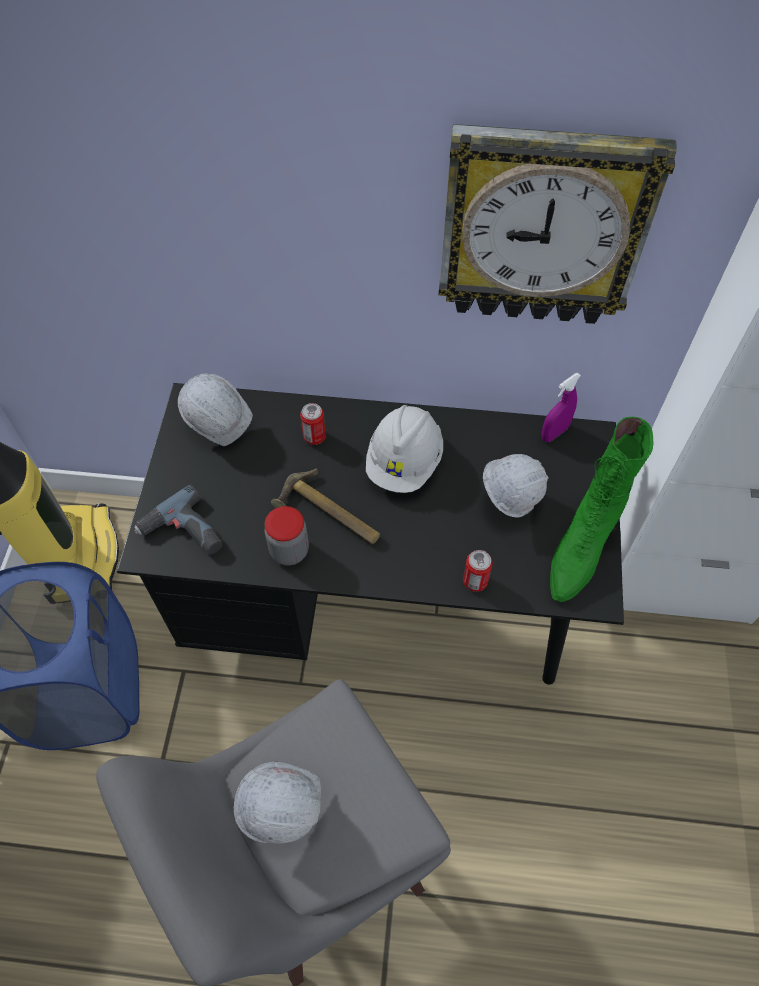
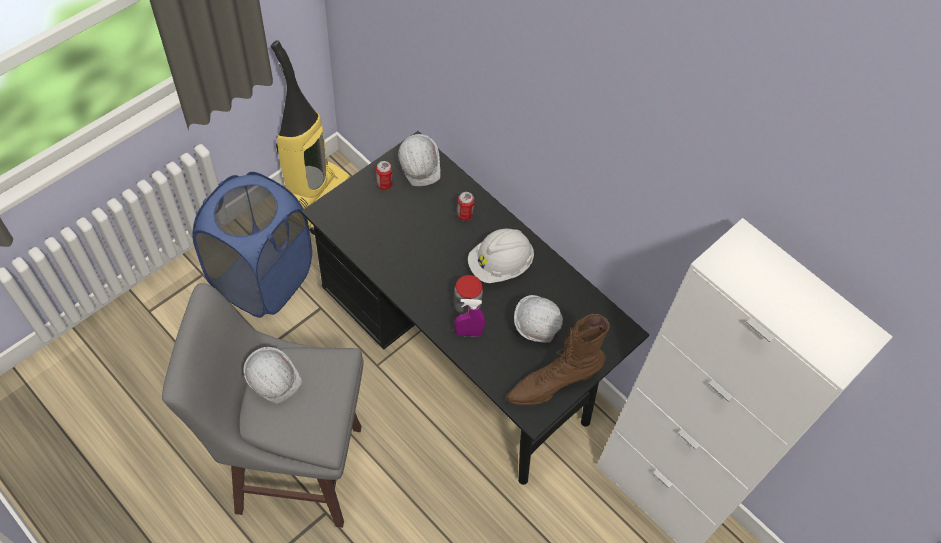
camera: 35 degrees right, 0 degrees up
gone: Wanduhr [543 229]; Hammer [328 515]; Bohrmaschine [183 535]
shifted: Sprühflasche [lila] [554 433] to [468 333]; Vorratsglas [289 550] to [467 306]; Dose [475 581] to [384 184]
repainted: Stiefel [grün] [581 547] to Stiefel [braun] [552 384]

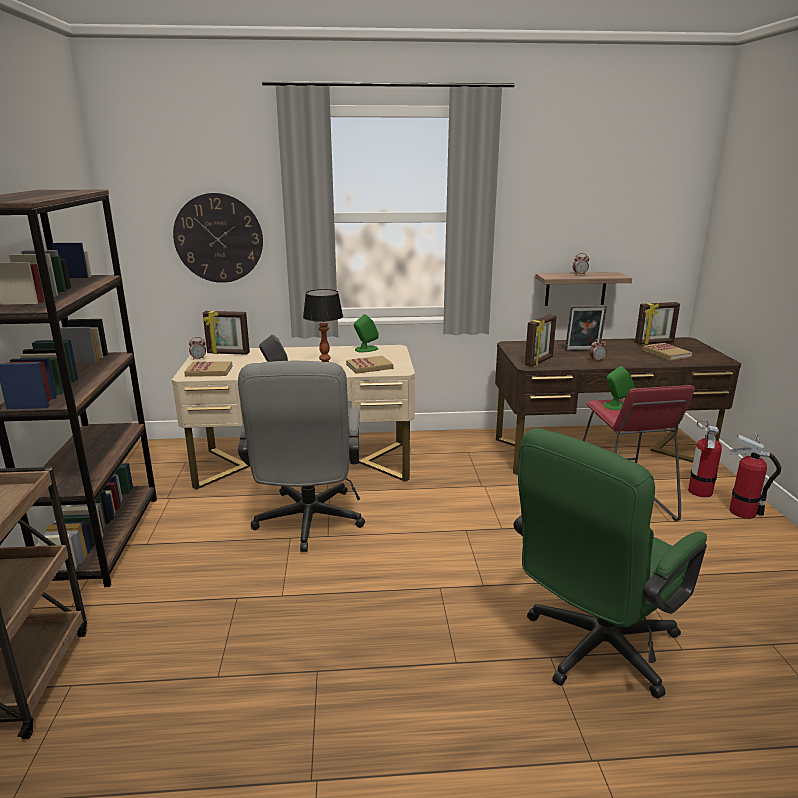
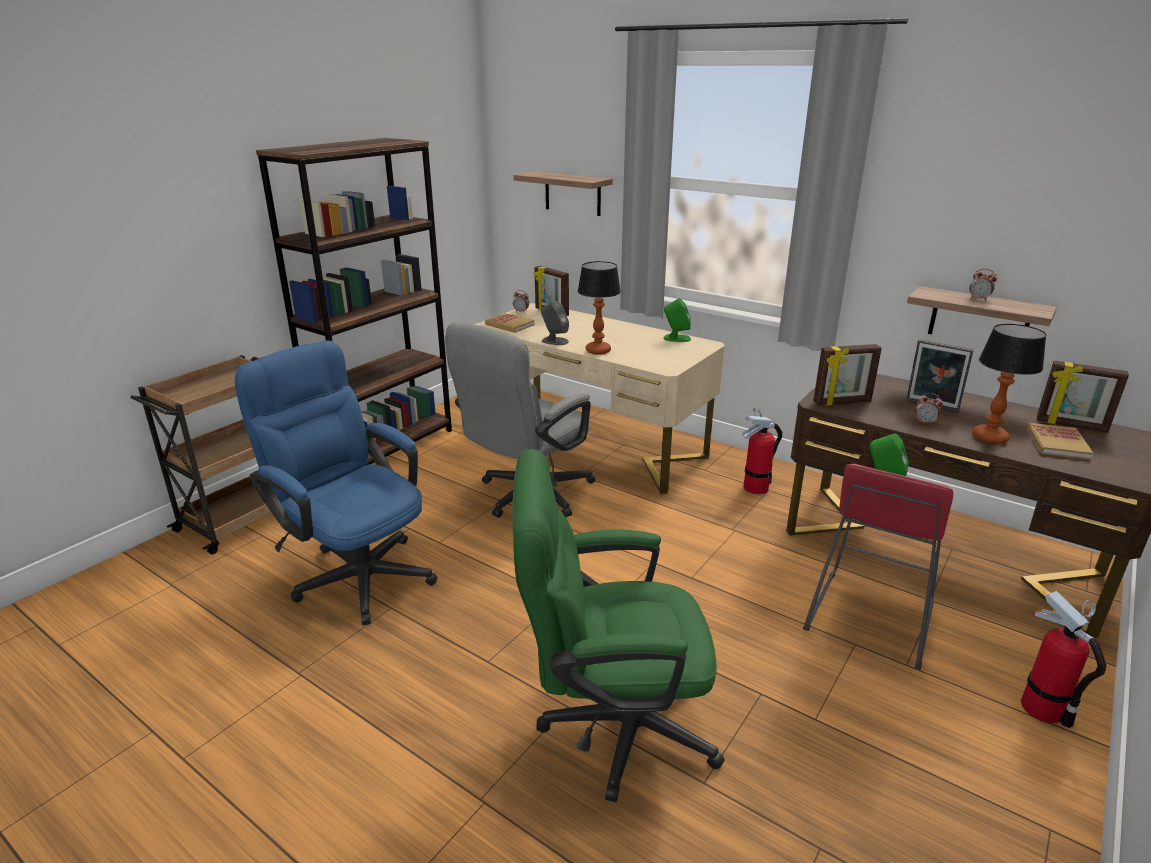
camera: 40 degrees right, 5 degrees up
gone: Buch [369 366]
new: Tischlampe [988 437]; Bürostuhl [blau] [356 572]
shifted: Feuerlöscher [700 491] to [756 487]
swapped: Wanduhr [218 238] to Wandregal [572 193]

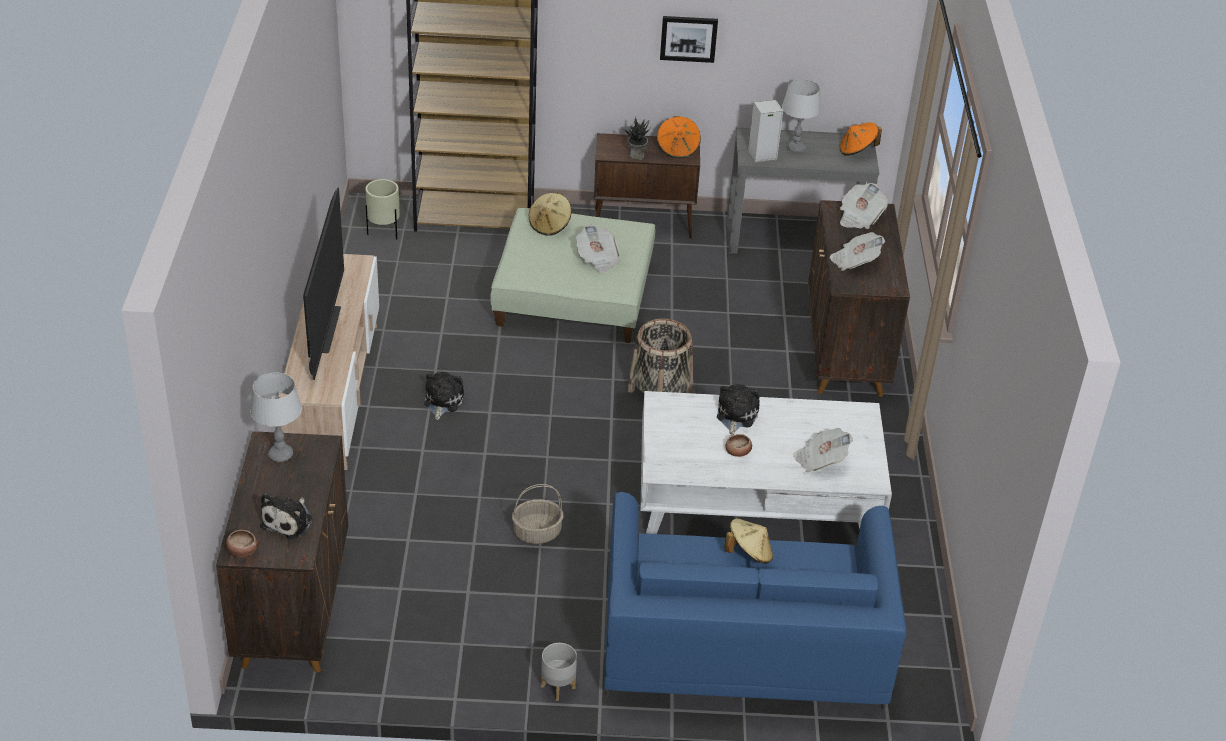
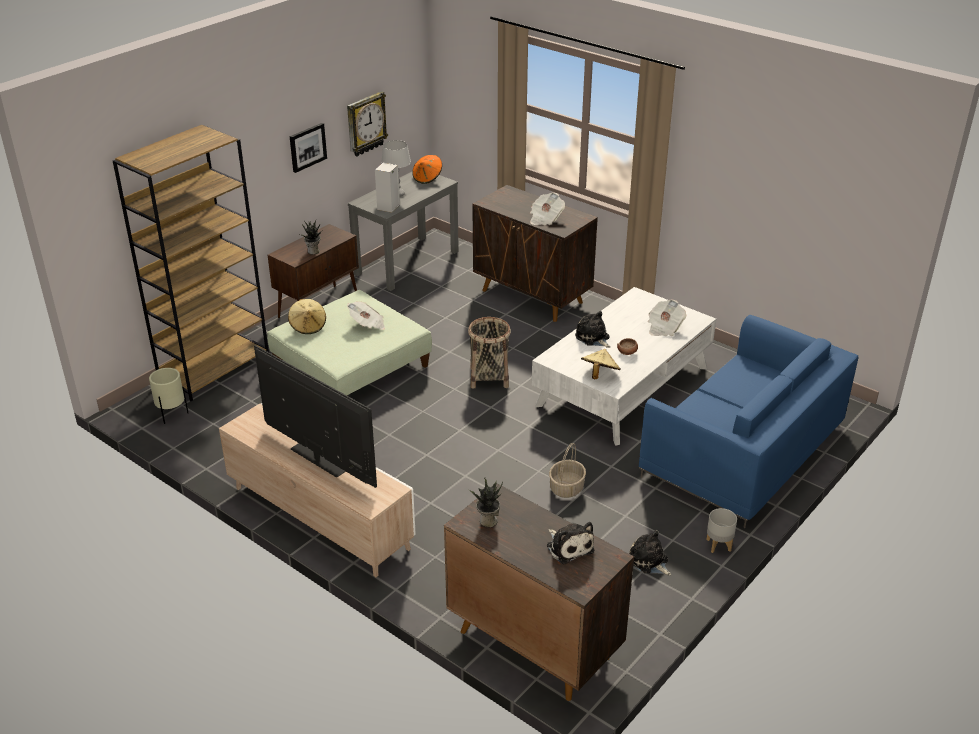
camera: 50 degrees left, 5 degrees down
gone: Hut [orange] [678 149]; Zeitung [859 217]; Schüssel [241 550]
new: Wanduhr [365 124]
shifted: Plüschtier [442 401] to [649 561]; Hut [beige] [749 553] to [599 374]
swapped: Tischlampe [grau] [280 455] to Topfpflanze [487 521]

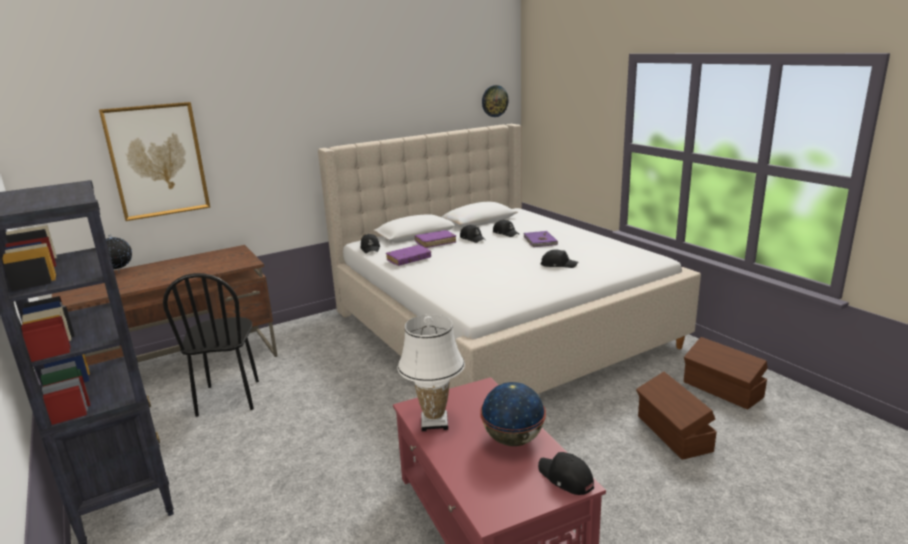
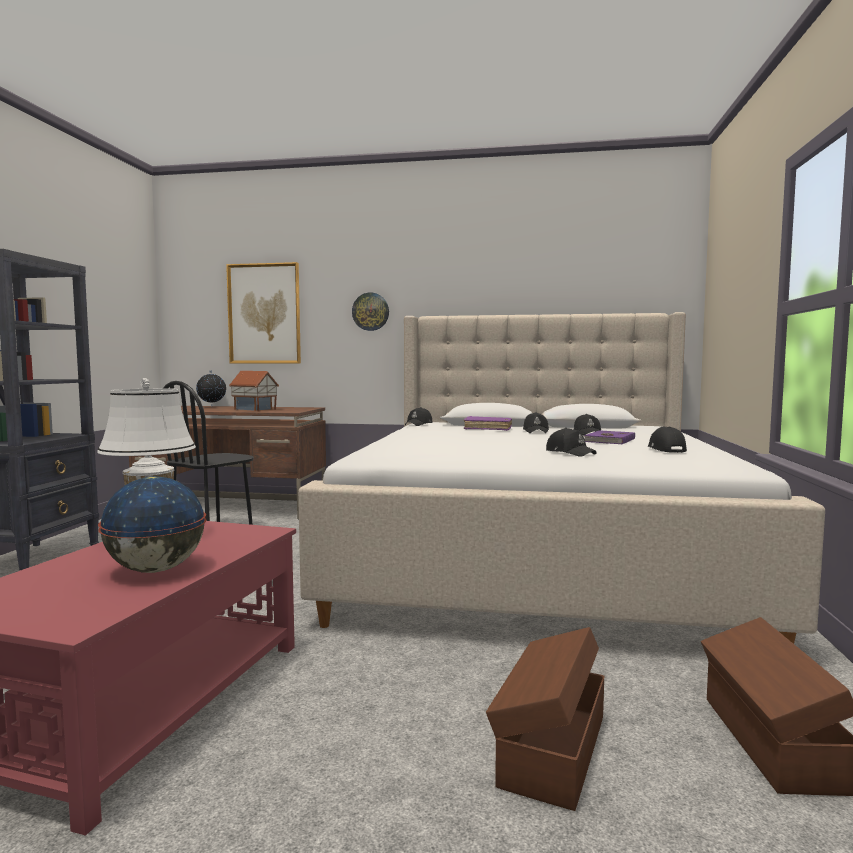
camera: 40 degrees right, 15 degrees down
gone: Buch [lila] [409 260]
new: Spielzeughaus [254 409]
shifted: Wanduhr [494 101] to [370 311]; Kappe [schwarz] [565 478] to [665 449]

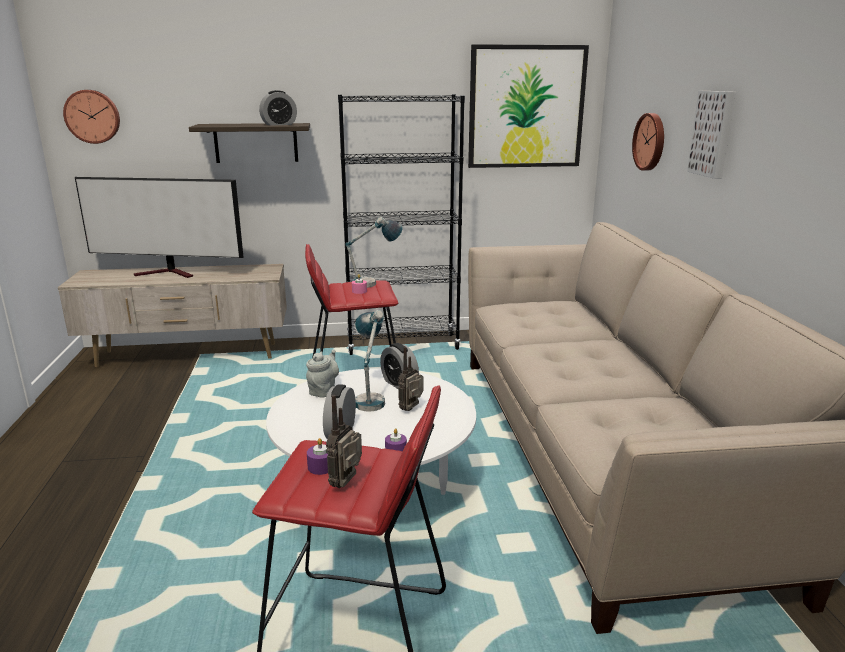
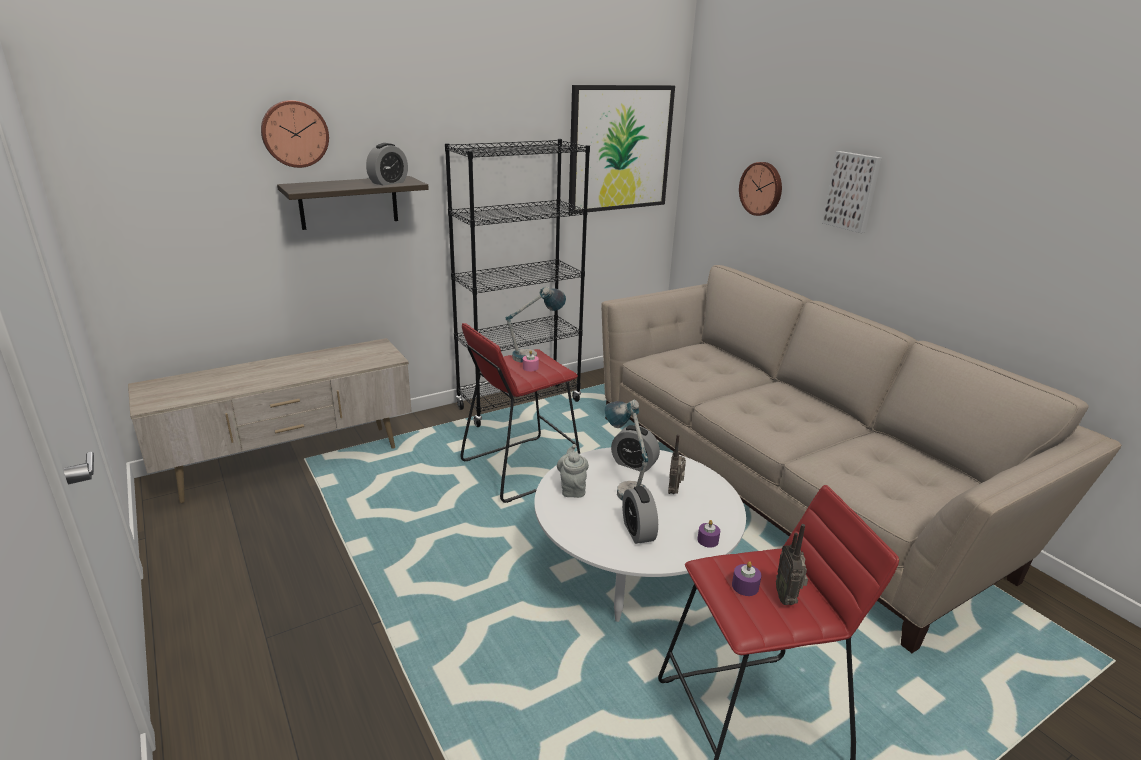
camera: 25 degrees left, 5 degrees up
gone: Fernseher [169 273]
shifted: Wanduhr [93 116] to [294 134]

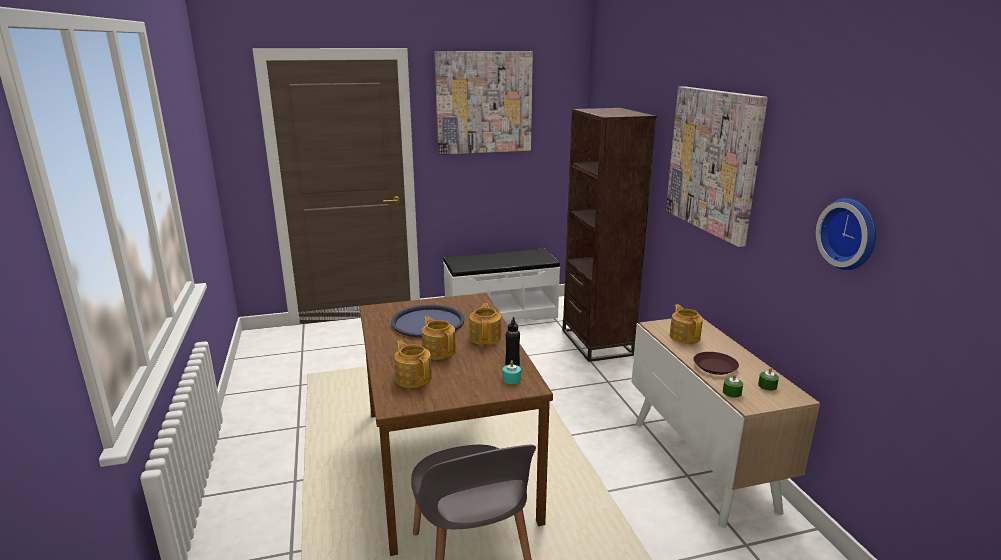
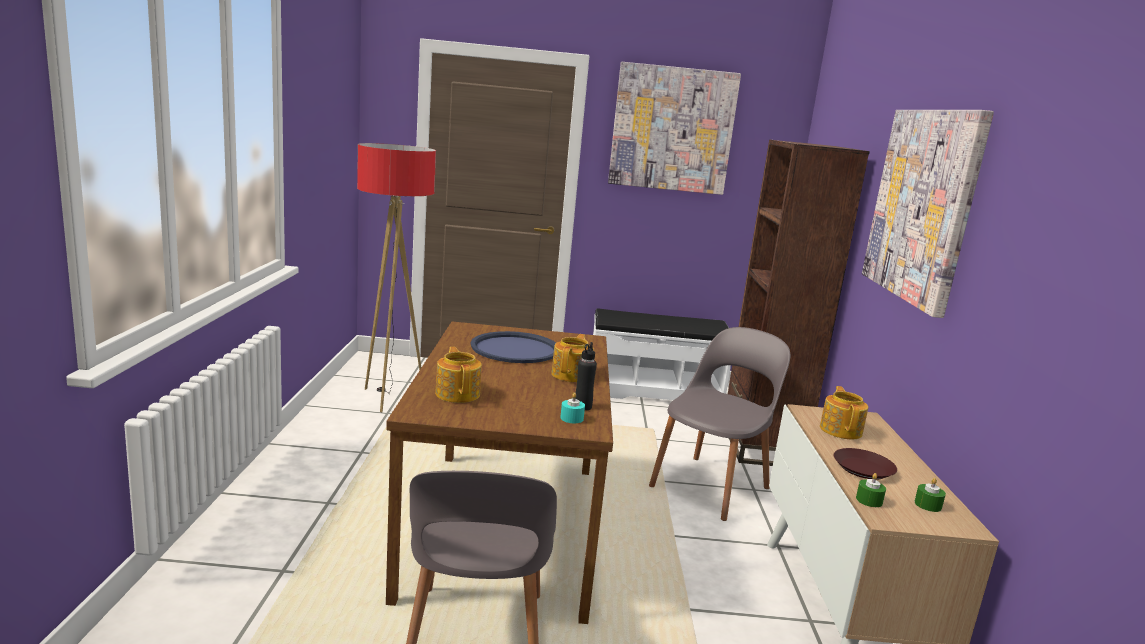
camera: 15 degrees right, 5 degrees down
gone: Wanduhr [850 233]; Teekanne [439 351]
new: Stehlampe [390 398]; Stuhl [grau] [711 486]

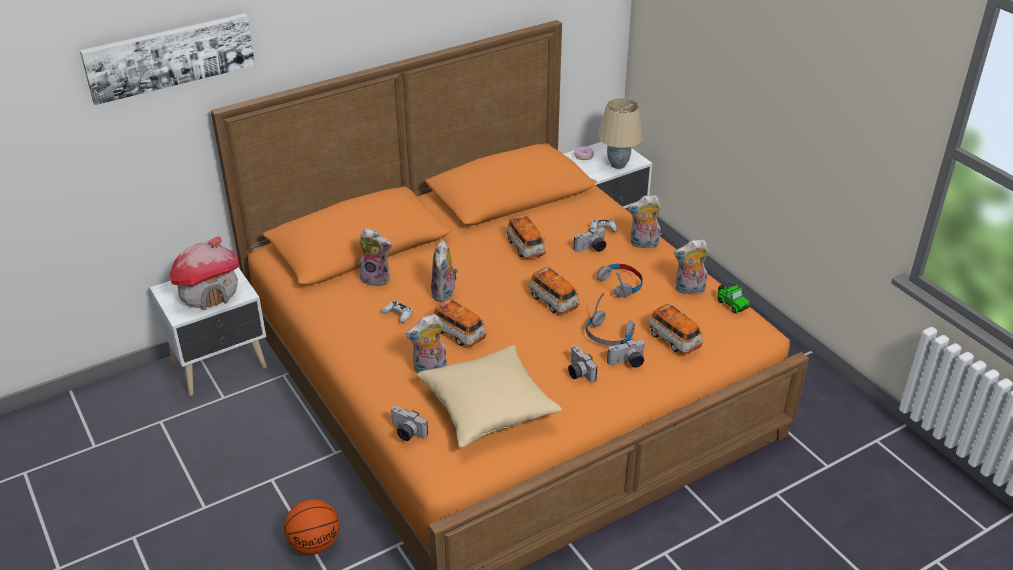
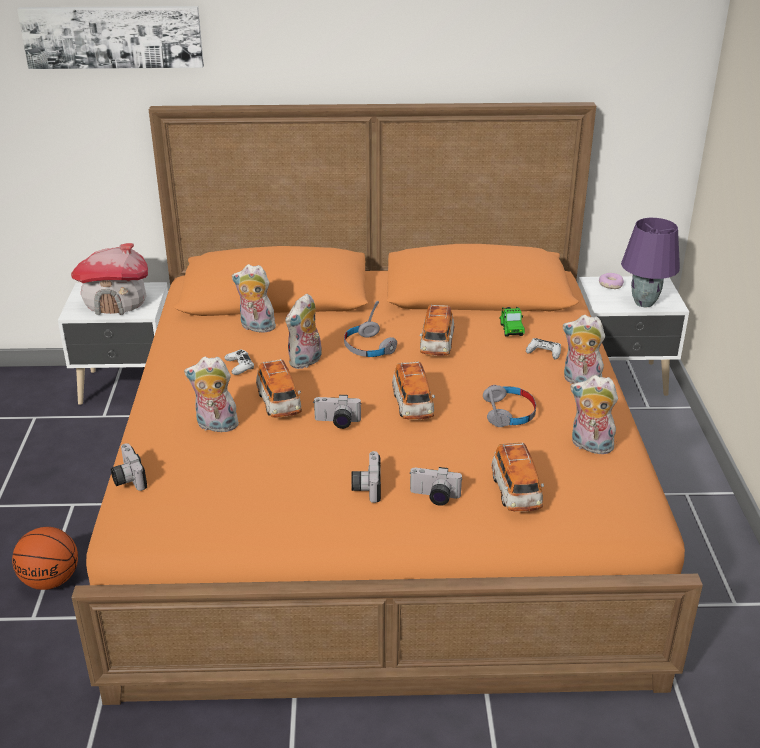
camera: 30 degrees right, 5 degrees down
gone: Kissen [beige] [488 407]
shifted: Kamera [591 249] to [337 423]; Spielzeugauto [731 304] to [511 329]; Kopfhörer [grau] [609 335] to [368 348]
repainted: Tischlampe [beige] [618 165] to Tischlampe [lila] [644 303]
rotated: Plüschtier [377 278] = [256 327] 150 degrees clockwise

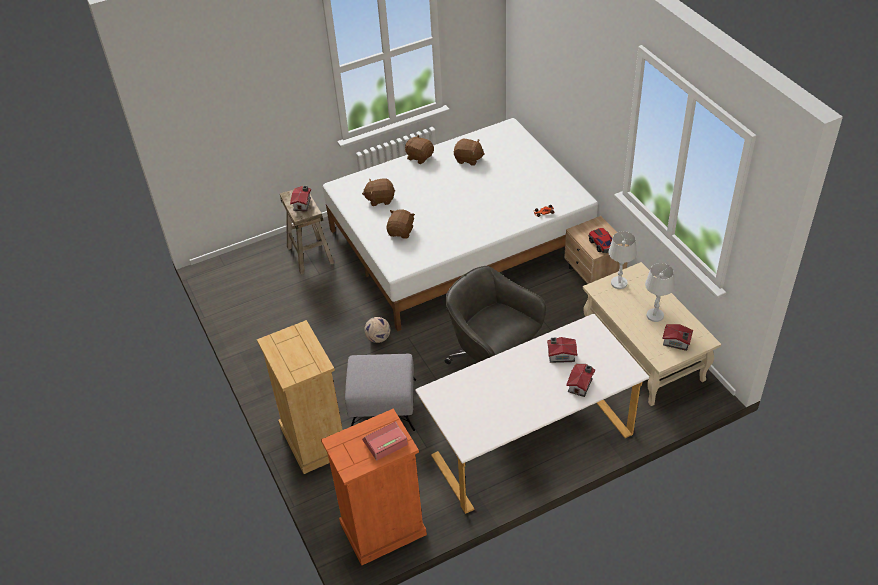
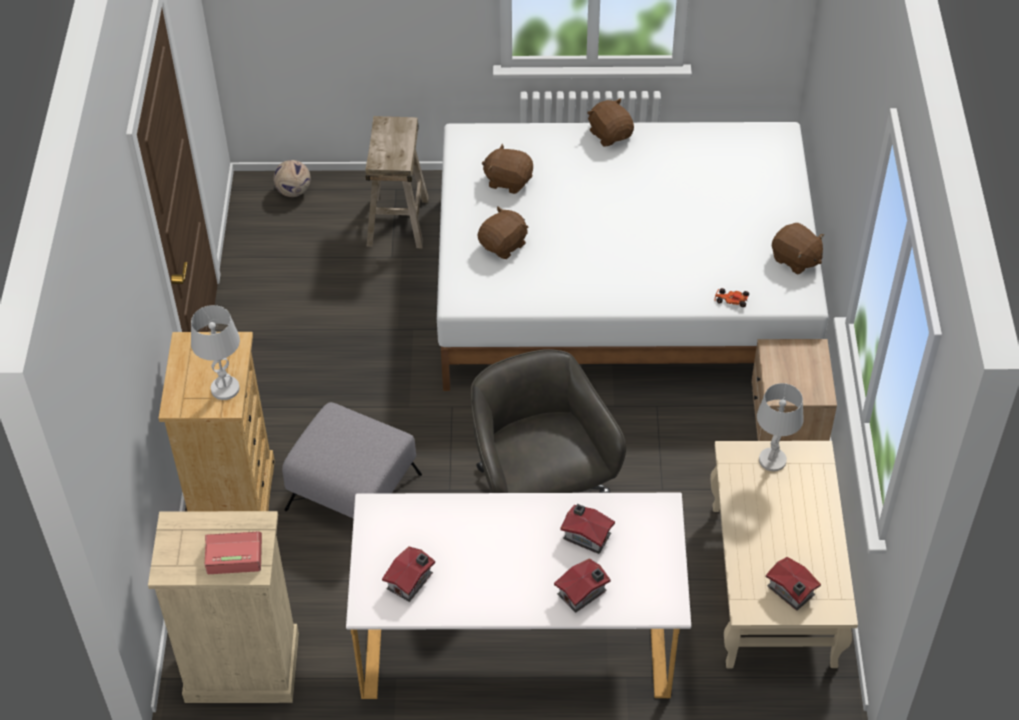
camera: 25 degrees right, 5 degrees up
gone: Spielzeugauto [602 244]
shifted: Plüschtier [braun] [468 159] to [795 259]; Spielzeughaus [303 204] to [411 581]; Tischlampe [weiß] [655 315] to [225 388]; Fußball [378 338] to [293 191]
repainted: Kommode [orange] [383 530] to Kommode [beige] [241 668]

